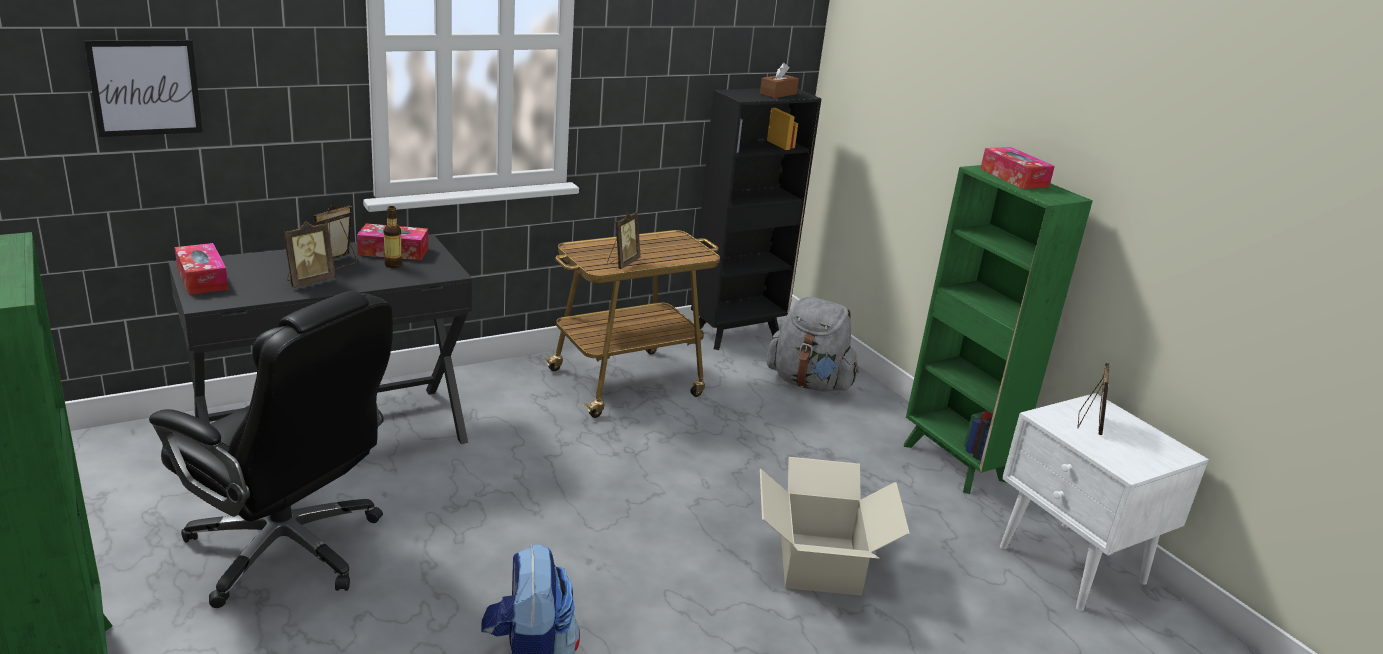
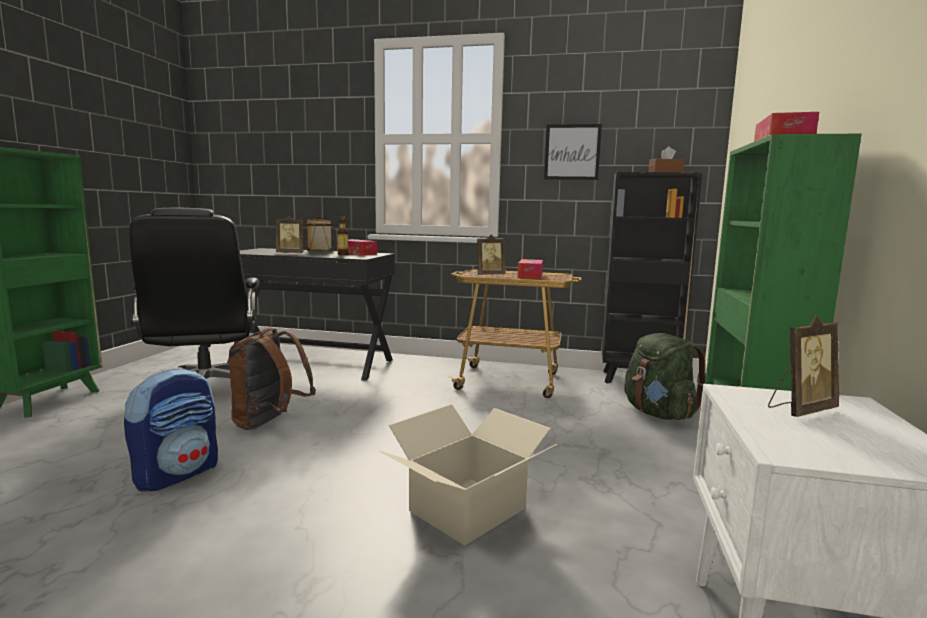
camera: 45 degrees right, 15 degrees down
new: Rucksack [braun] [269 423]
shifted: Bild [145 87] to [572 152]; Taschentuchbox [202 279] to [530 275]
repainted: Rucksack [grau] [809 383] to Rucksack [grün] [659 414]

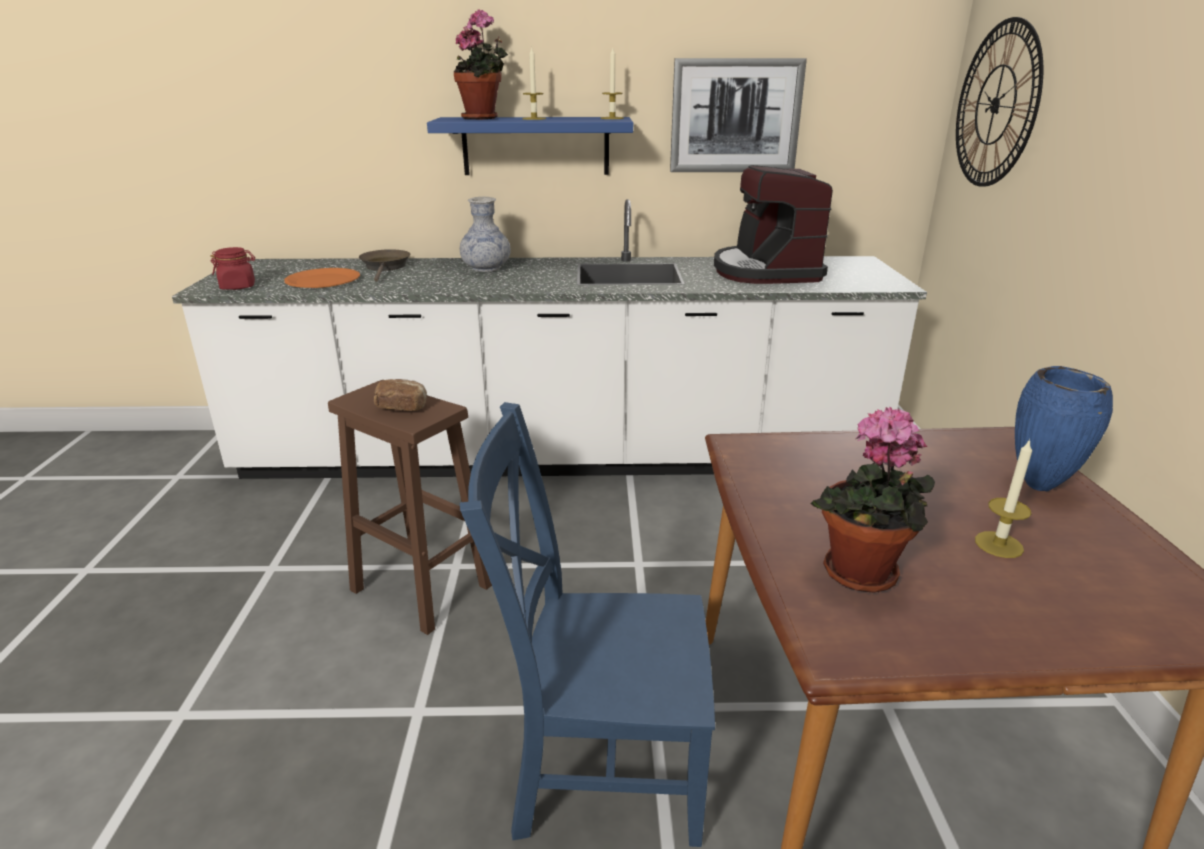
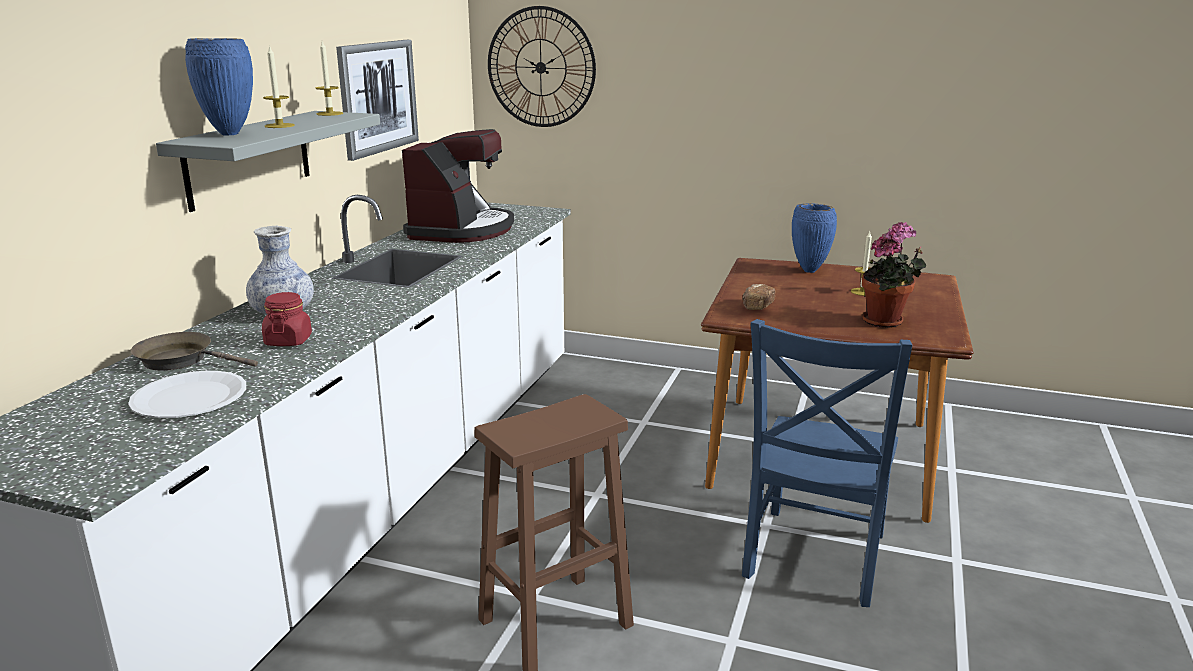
camera: 70 degrees left, 5 degrees down
shifted: Vorratsglas [rot] [238 286] to [288 341]; Brot [402 407] to [757 306]
swapped: Topfpflanze [483 118] to Vase [blau] [230 134]
repainted: Wandregal [blau] [536 146] to Wandregal [grau] [249 159]; Teller [orange] [323 281] to Teller [weiß] [190 398]
rotated: Kaffeemaschine [766 271] = [462 230] 90 degrees counterclockwise

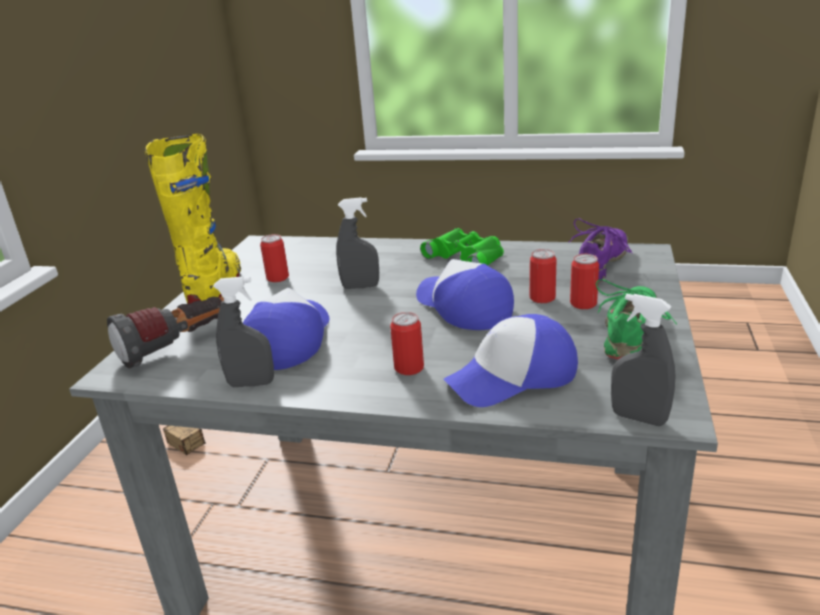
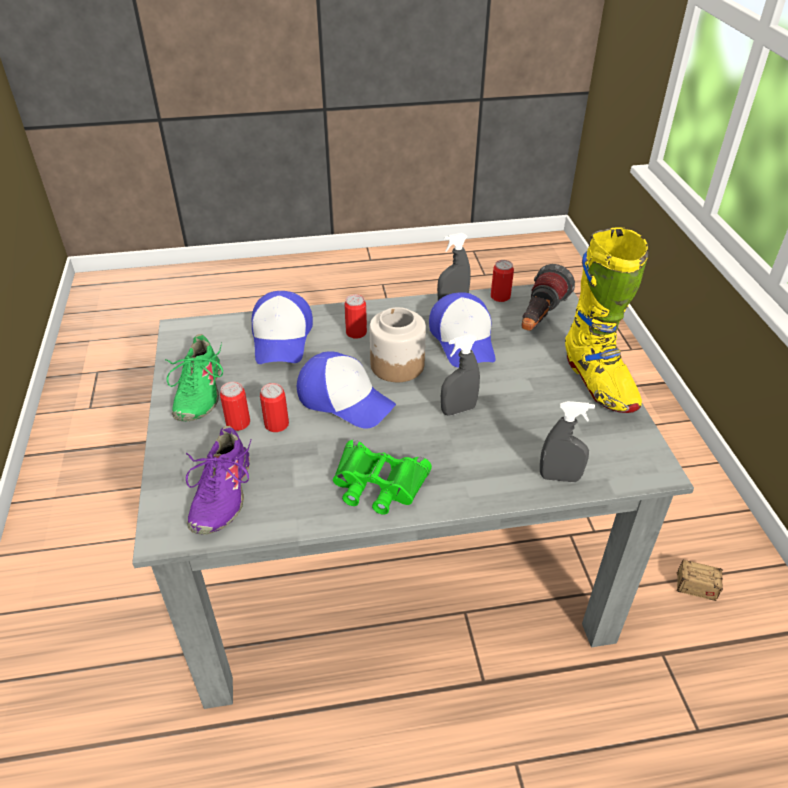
camera: 155 degrees right, 15 degrees up
new: Vorratsglas [397 365]
shifted: Dose [277 278] to [500 297]; Sprühflasche [grau] [638 418] to [559 477]
rotated: Kappe [513 377] = [282 338] 135 degrees clockwise

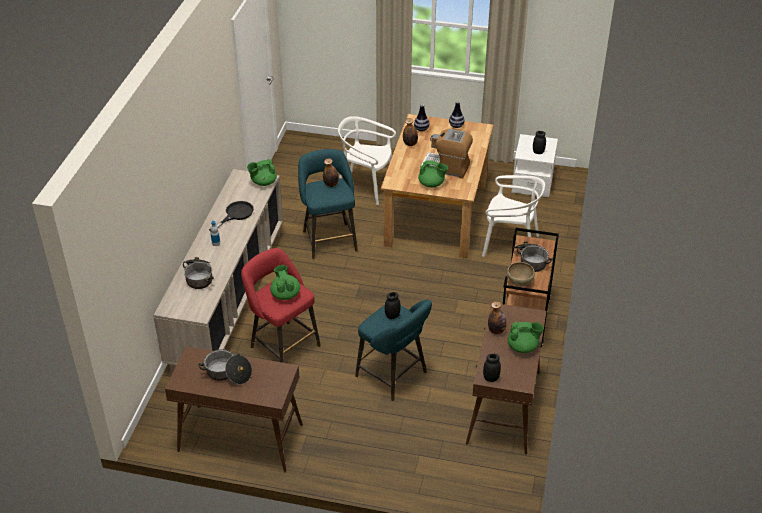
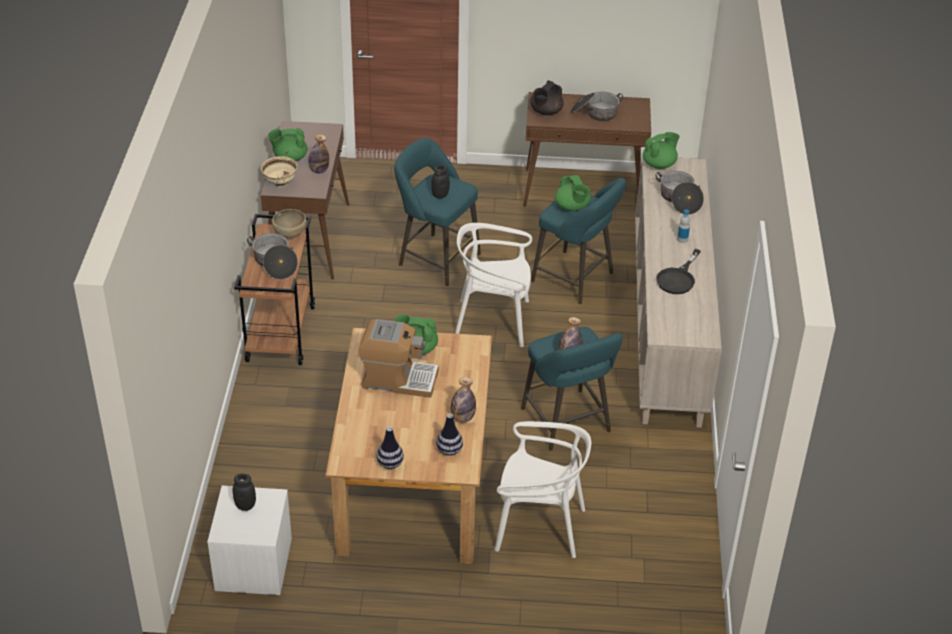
camera: 170 degrees right, 0 degrees up
gone: Vorratsglas [schwarz] [491 378]
new: Teekanne [schwarz] [545 112]; Schüssel [beige] [280 183]
shifted: Teekanne [grün] [263 182] to [659 164]; Stuhl [weiß] [510 244] to [493 321]
repainted: Hocker [rot] [282 344] to Hocker [türkis] [576 279]

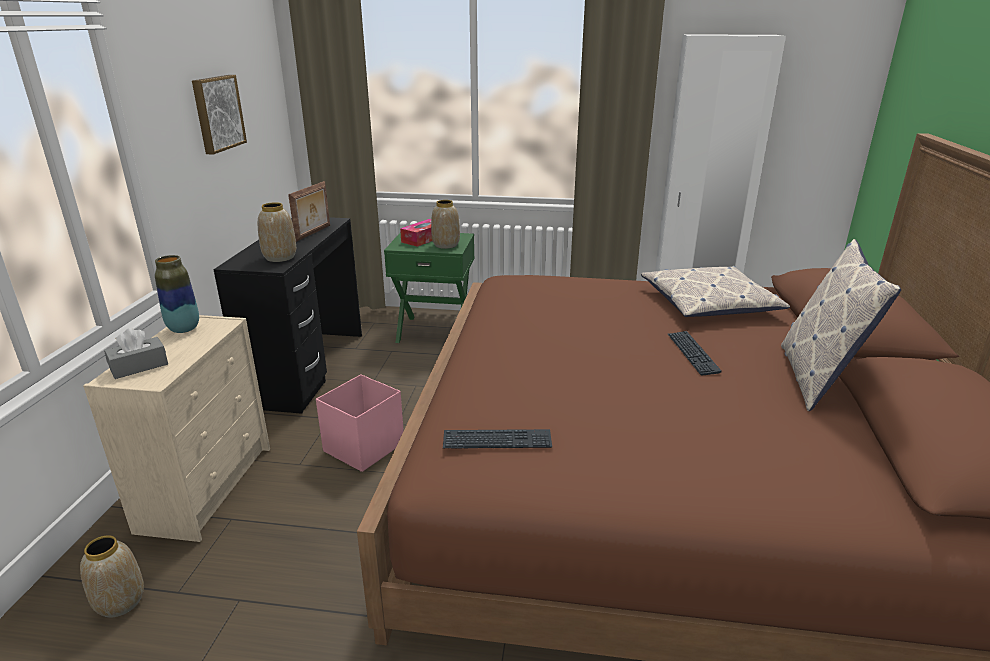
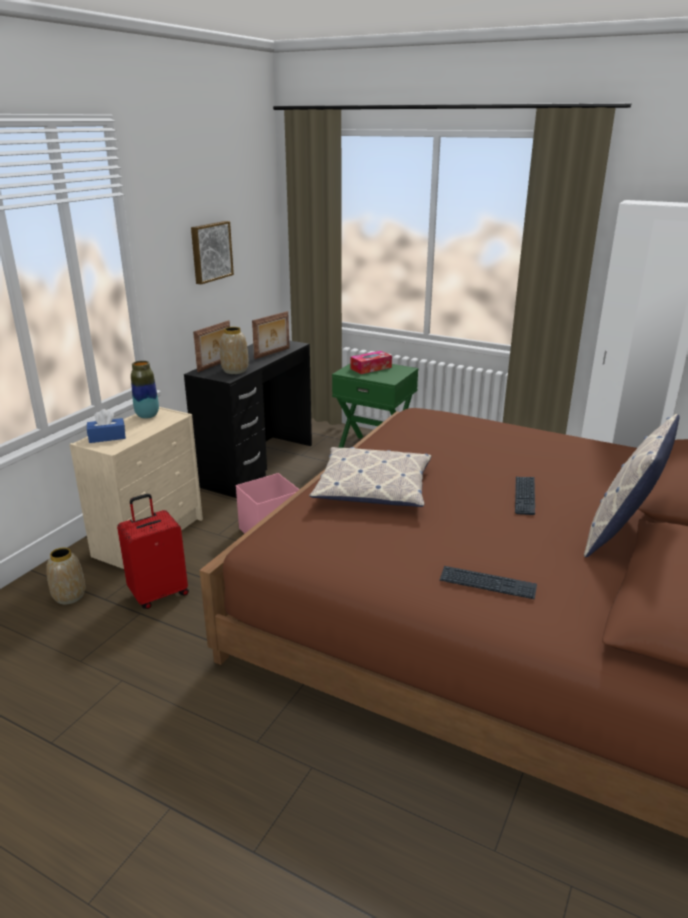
camera: 20 degrees right, 0 degrees up
gone: Vase [446 245]
new: Bilderrahmen [215 365]; Koffer [rot] [159 593]
shifted: Kissen [709 303] to [373 487]; Tastatur [497 441] to [487 584]
repainted: Taschentuchbox [grau] [139 366] to Taschentuchbox [blau] [107 437]

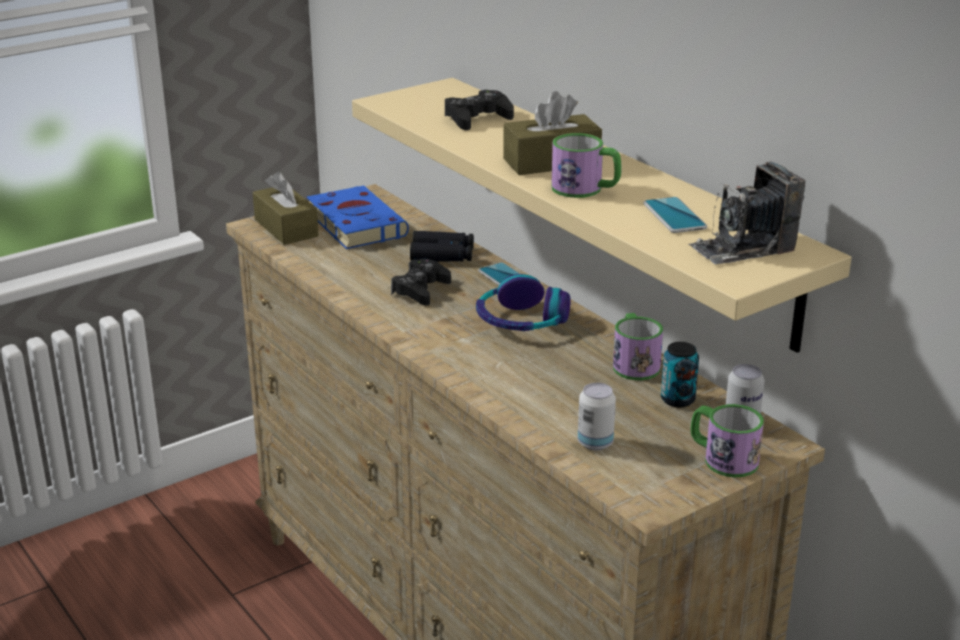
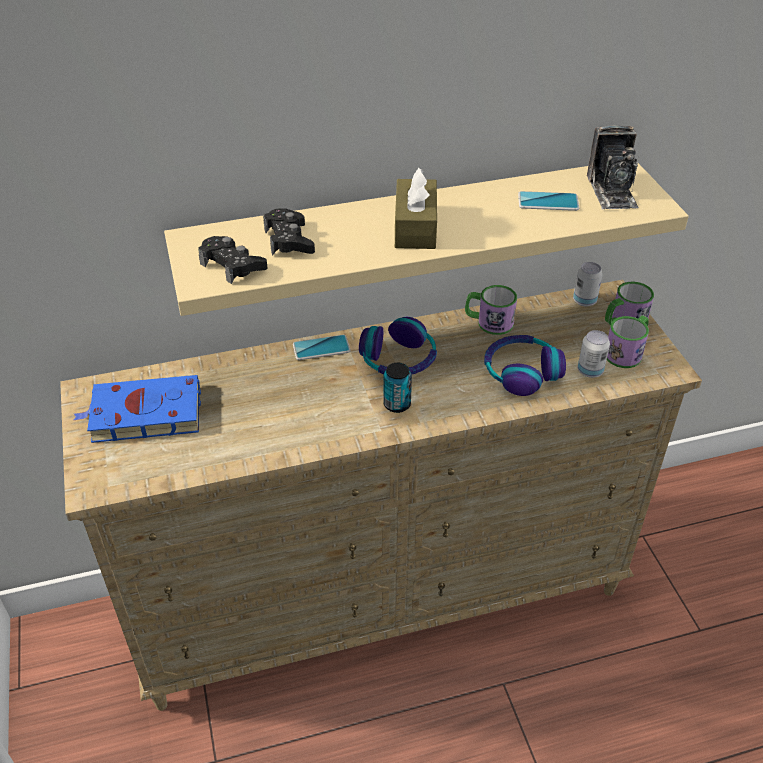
camera: 70 degrees left, 15 degrees up
gone: Taschentuchbox [braun] [286 228]; Fernglas [schwarz] [442 255]
new: Kopfhörer [521 372]
shifted: Henkelbecher [585 189] to [627 352]; Gamepad [schwarz] [420 290] to [233 265]; Dose [677 399] to [397 404]

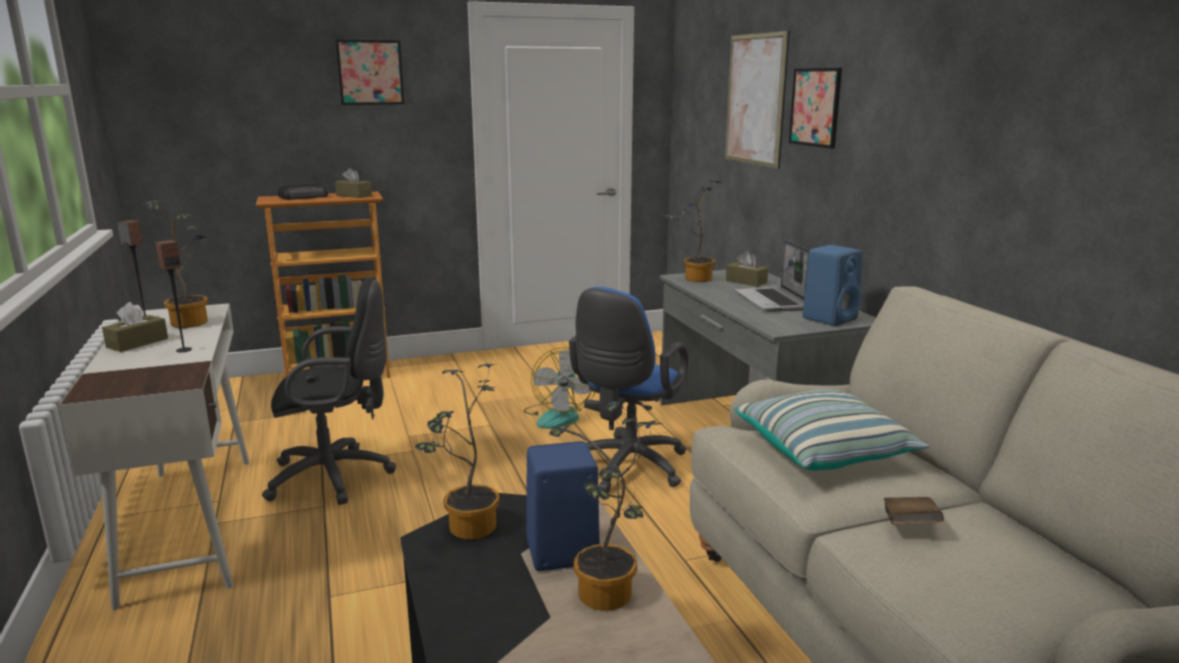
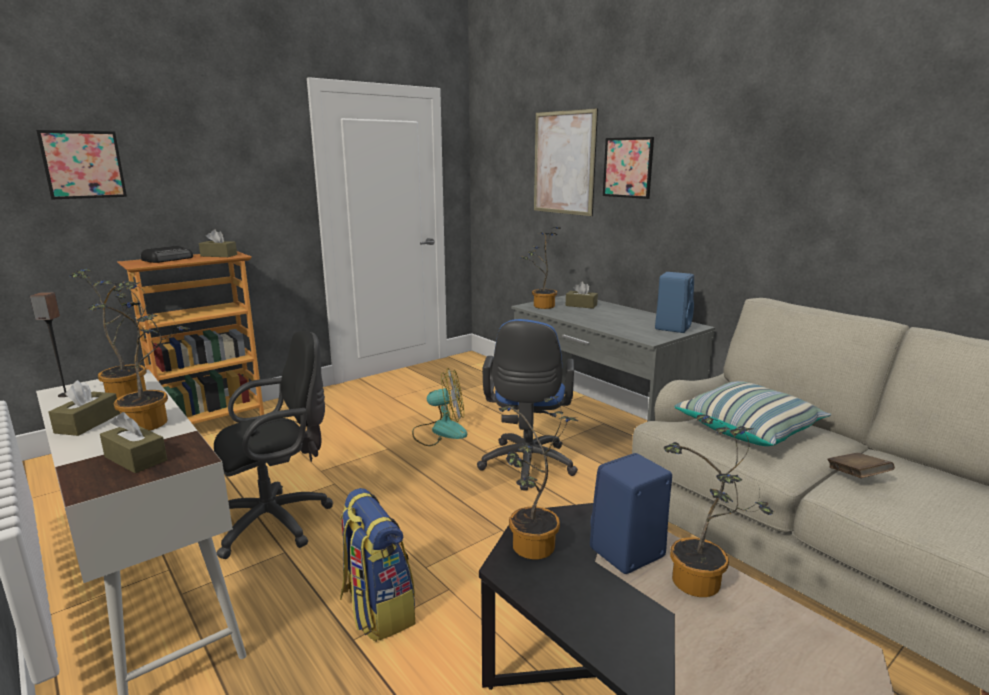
camera: 20 degrees left, 0 degrees up
gone: Laptop [774 301]
new: Taschentuchbox [braun] [136 458]; Rucksack [377 610]
shifted: Bild [370 72] to [83 164]
swapped: Lautsprecher [184 350] to Topfpflanze [153 423]
rotated: Ventilator [559 415] = [440 431] 75 degrees counterclockwise

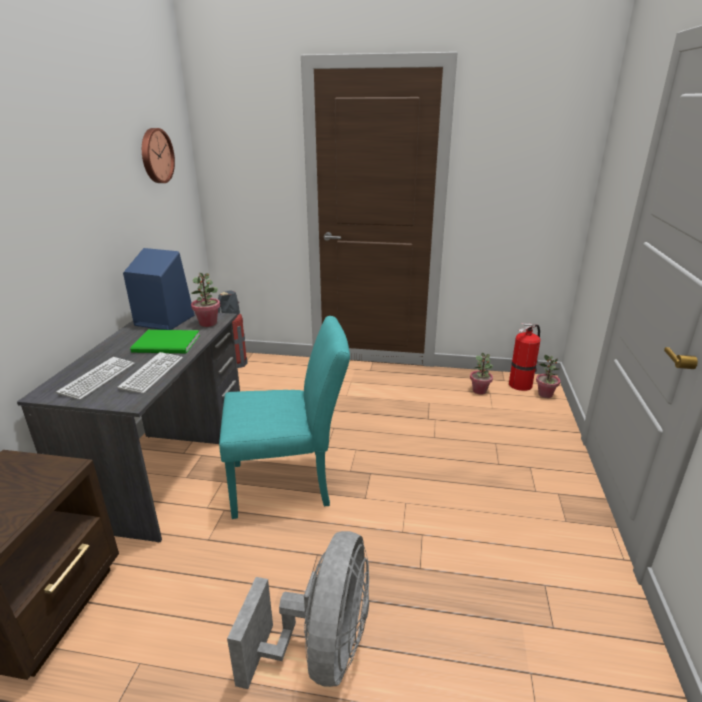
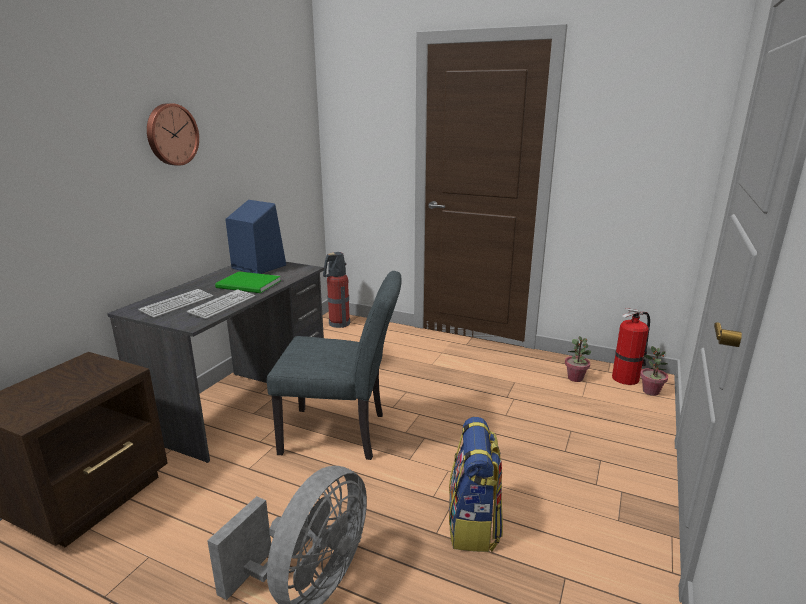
camera: 15 degrees right, 5 degrees down
gone: Topfpflanze [208 323]
new: Rucksack [474 525]
shifted: Wanduhr [155 156] to [171 134]
repainted: Stuhl [türkis] [290 484] to Stuhl [grau] [342 434]

